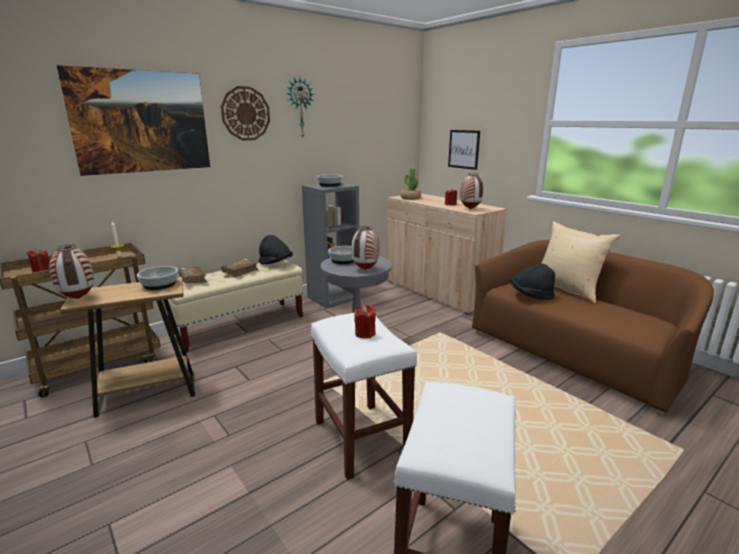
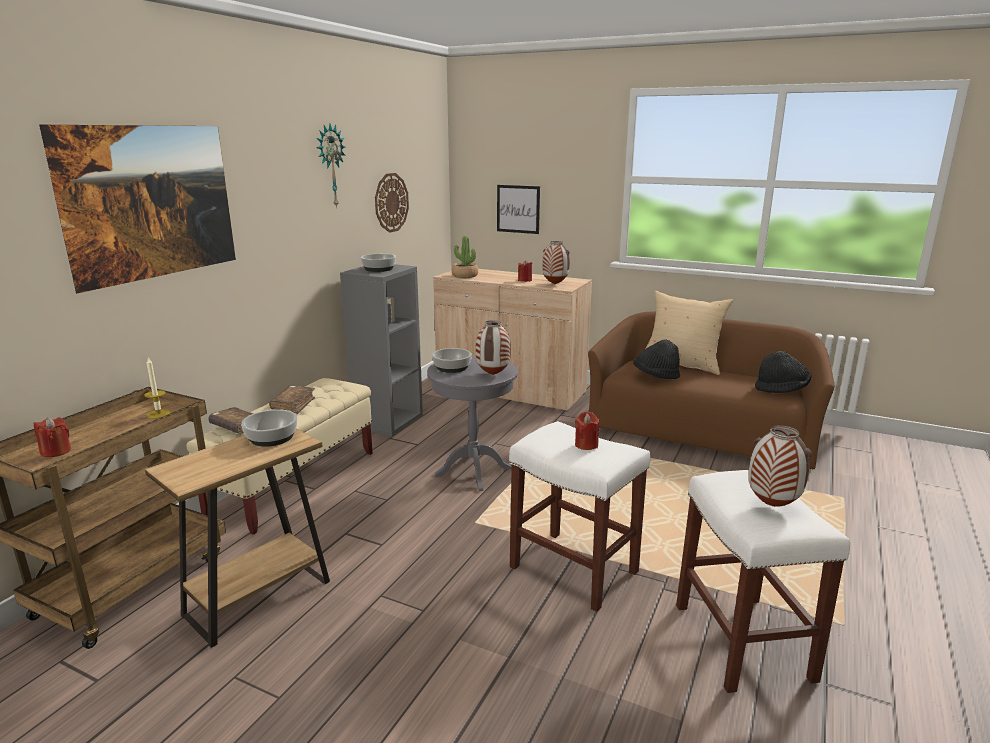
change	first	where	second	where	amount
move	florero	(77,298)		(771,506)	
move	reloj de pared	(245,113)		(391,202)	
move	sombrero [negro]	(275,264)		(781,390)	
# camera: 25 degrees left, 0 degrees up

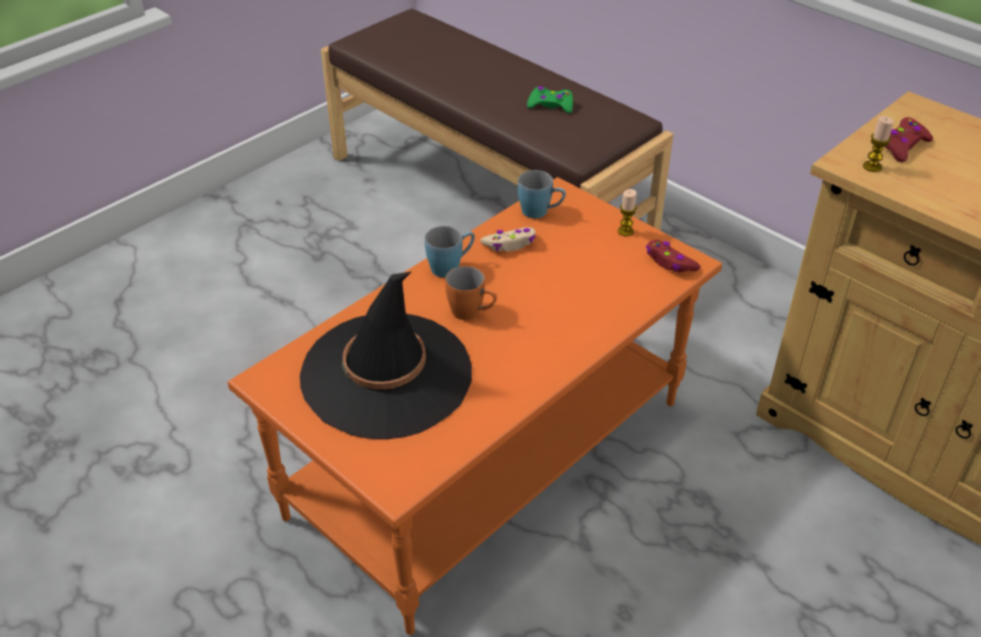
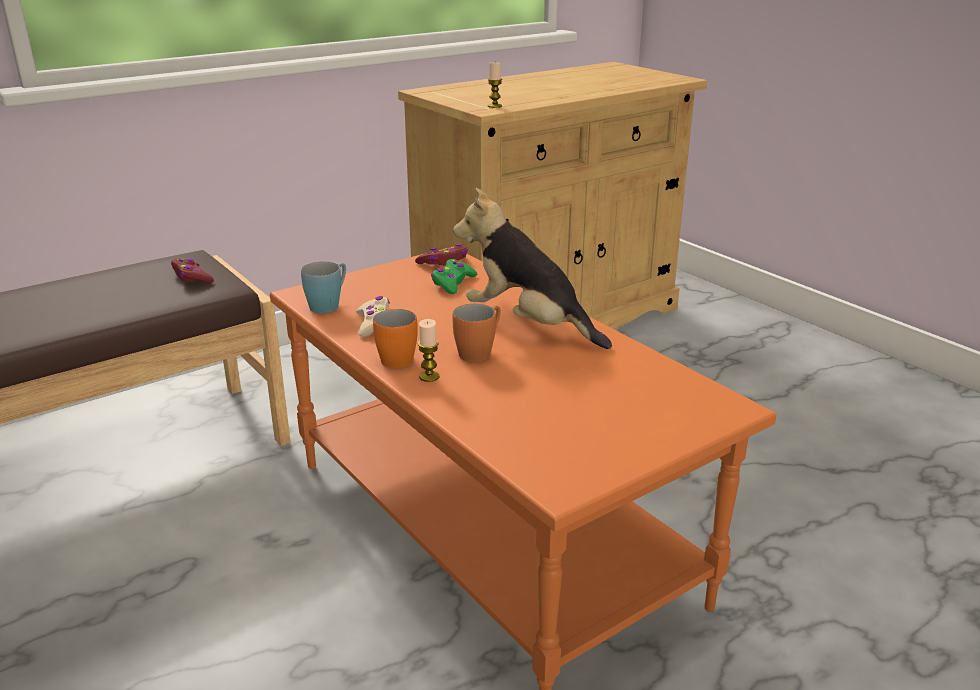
change	first	where	second	where	amount
delete	sombrero [negro]	(387,375)			
insert			peluche	(528,325)	
move	mando de consola [verde]	(551,105)		(453,283)	
move	vela	(625,231)		(429,377)	
move	mando de consola [rojo]	(903,146)		(192,277)	
recolor	taza grande [azul]	(451,266)	taza grande [naranja]	(395,356)	
# camera: 80 degrees left, 15 degrees down

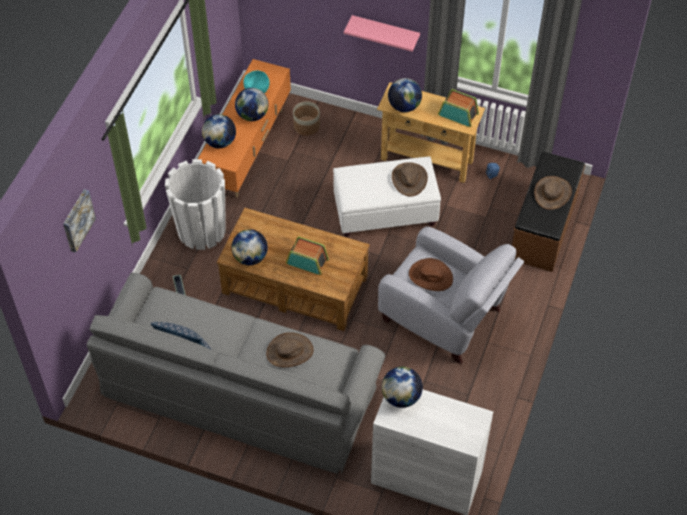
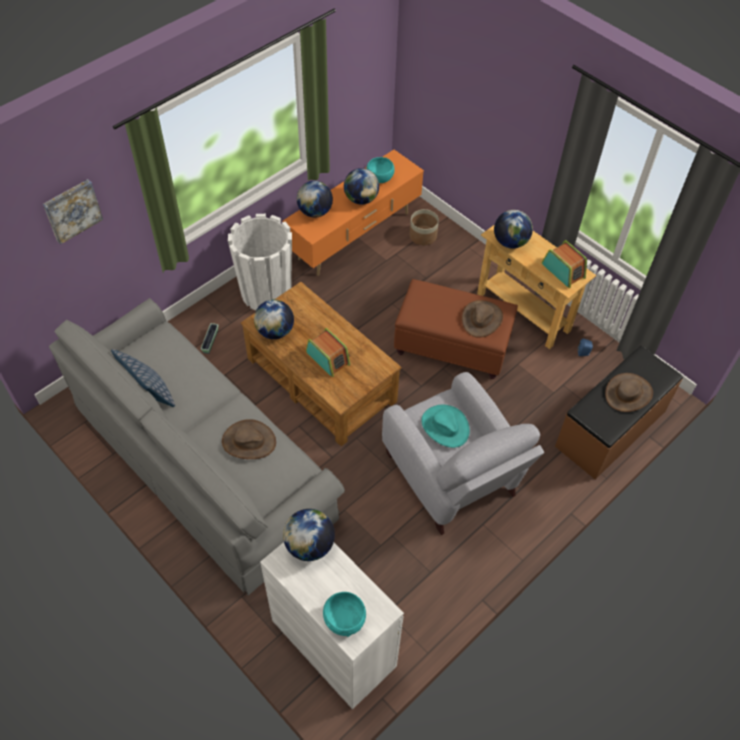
change	first	where	second	where	amount
delete	estante [rosa]	(385,33)			
insert			cuenco [turquesa]	(344,619)	
recolor	puf [blanco]	(386,212)	puf [marrón]	(452,346)	
recolor	sombrero [marrón]	(430,276)	sombrero [turquesa]	(445,426)	
# camera: 25 degrees right, 0 degrees up

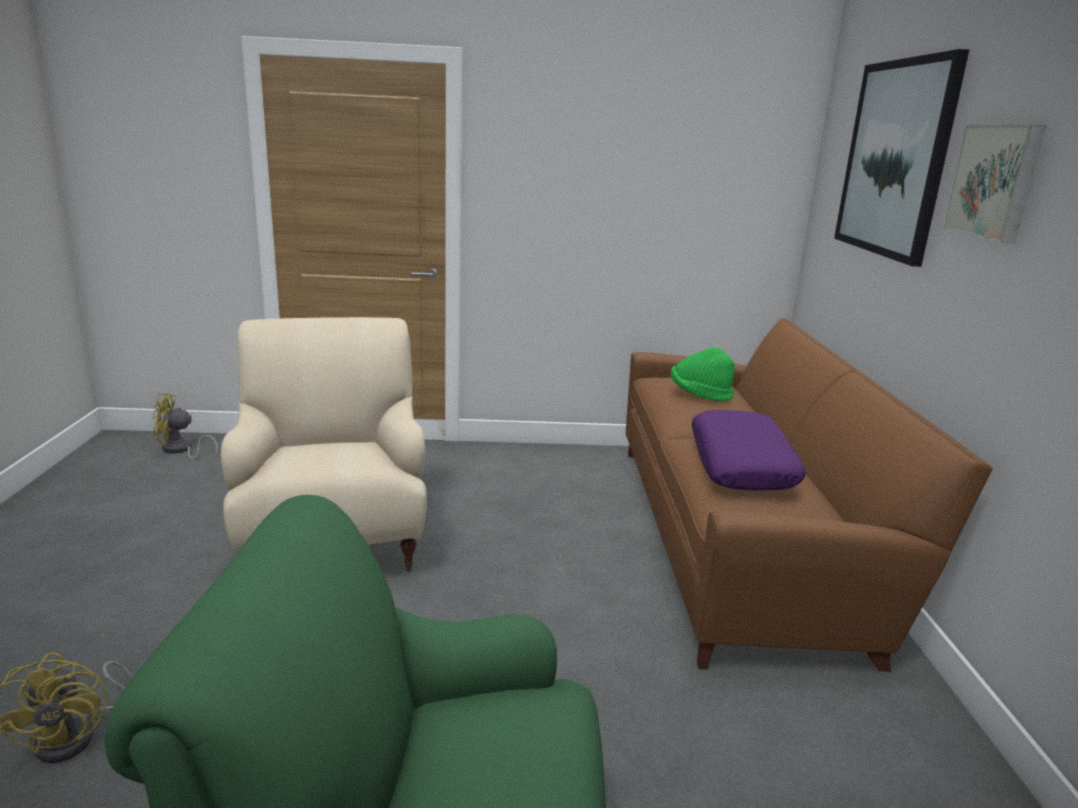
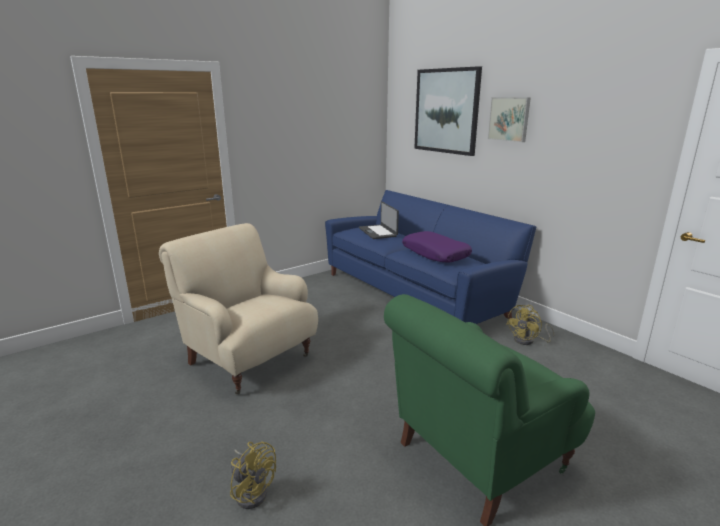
change	first	where	second	where	amount
move	ventilador [amarillo]	(180,450)		(528,341)	
replace	sombrero [verde]	(699,394)	portátil	(378,232)	
recolor	sofá [marrón]	(739,538)	sofá [azul]	(416,292)	
# camera: 35 degrees left, 0 degrees up

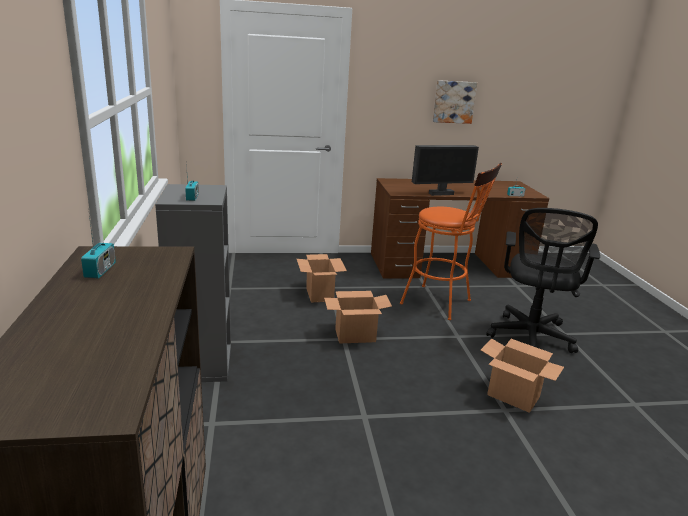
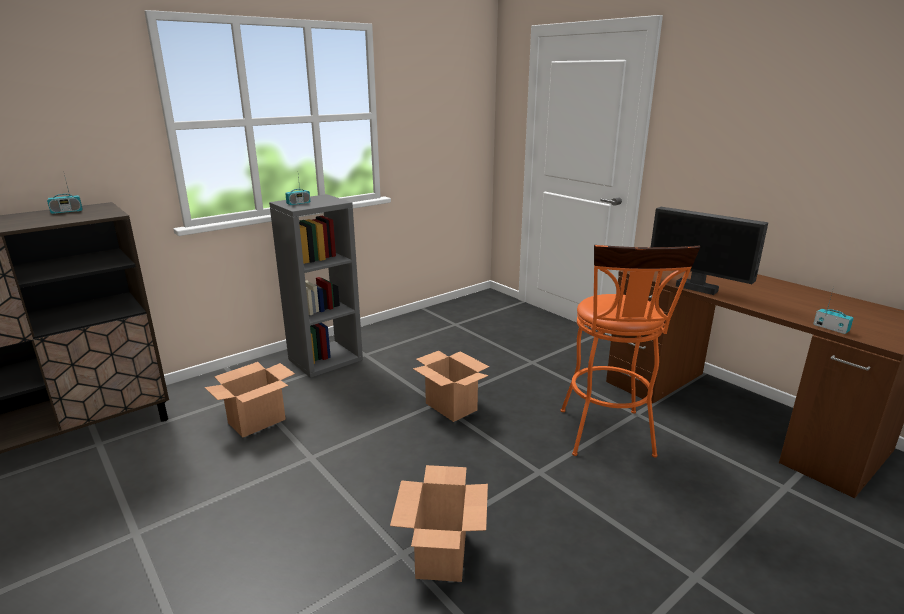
change	first	where	second	where	amount
delete	cuadro	(453,102)			
delete	silla de oficina [negro]	(530,338)			
move	caja de cartón	(319,294)		(257,421)	
# camera: 60 degrees right, 0 degrees up

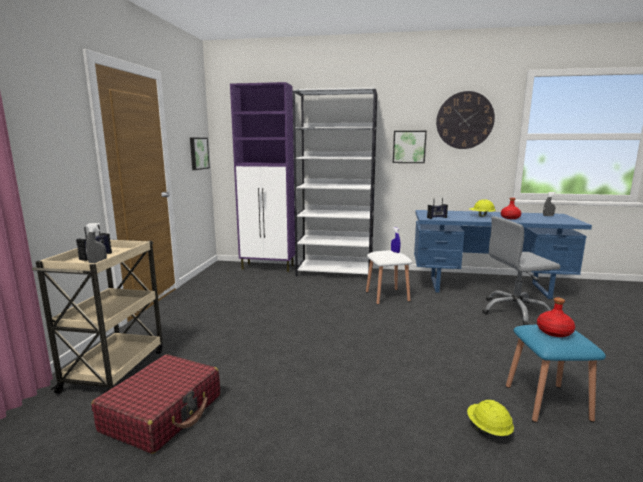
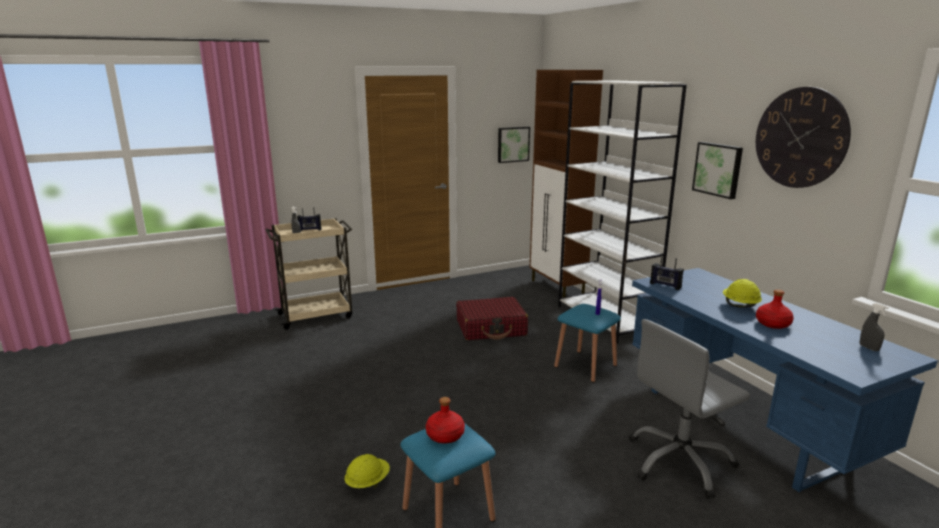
change	first	where	second	where	amount
move	maleta [rojo]	(163,413)		(491,328)	
recolor	armario [morado]	(268,267)	armario [marrón]	(557,288)	
recolor	taburete [blanco]	(387,296)	taburete [azul]	(585,366)	
rotate	silla de oficina [gris]	(515,312)		(679,462)	75 degrees counterclockwise
# camera: 55 degrees right, 5 degrees up

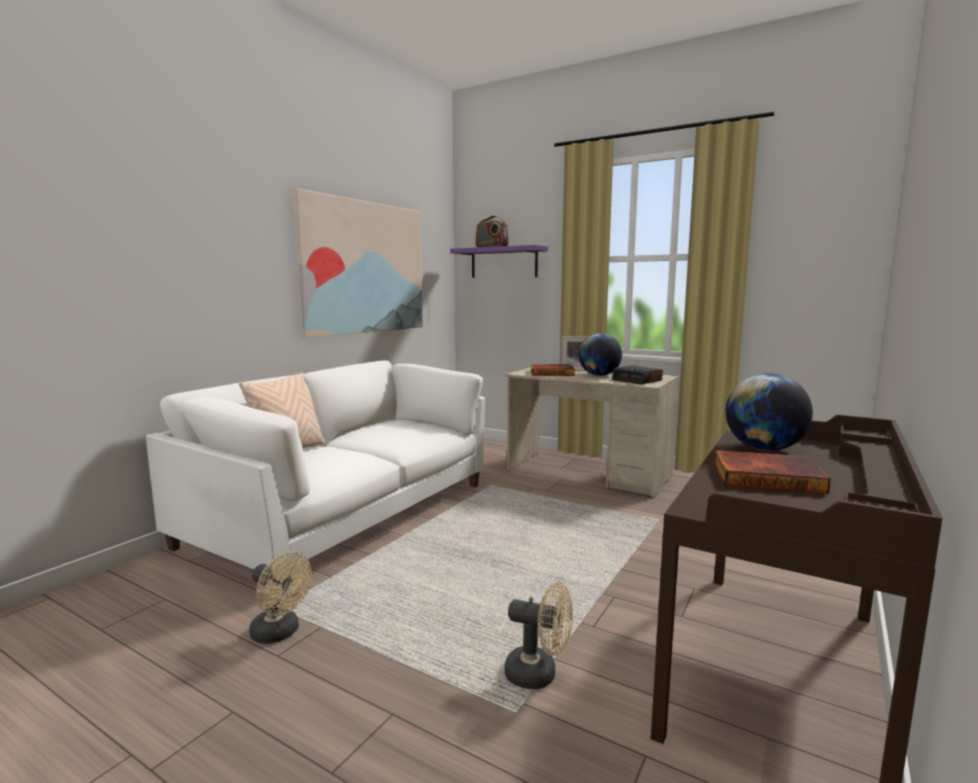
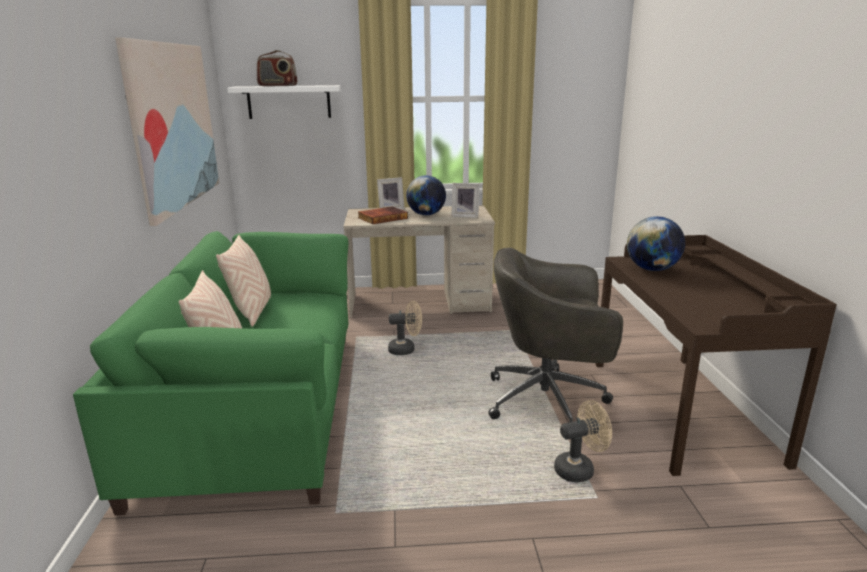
change	first	where	second	where	amount
delete	libro	(767,477)			
insert			cojín [beis]	(252,311)	
insert			silla de oficina [gris]	(549,400)	
move	ventilador [beis]	(280,633)		(406,349)	
replace	despertador	(637,380)	portarretratos	(465,216)	
recolor	sofá [blanco]	(346,513)	sofá [verde]	(260,407)	
recolor	estante [morado]	(504,263)	estante [blanco]	(289,102)	
# camera: 35 degrees left, 10 degrees up

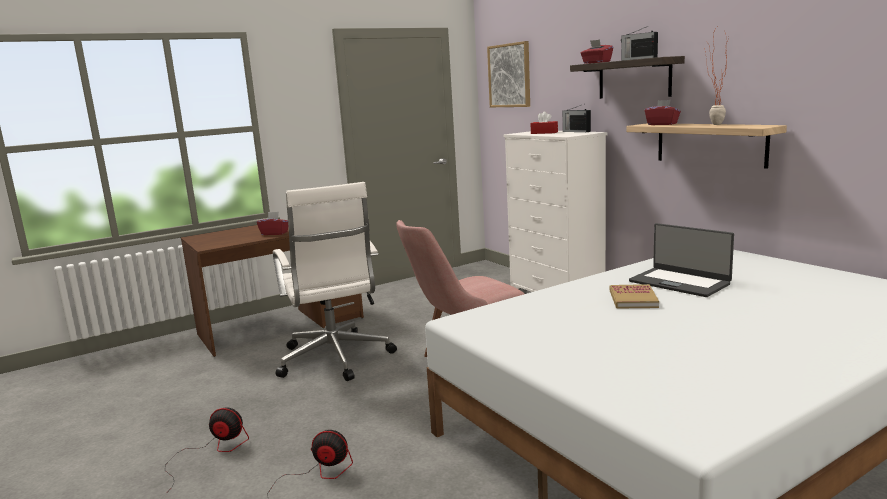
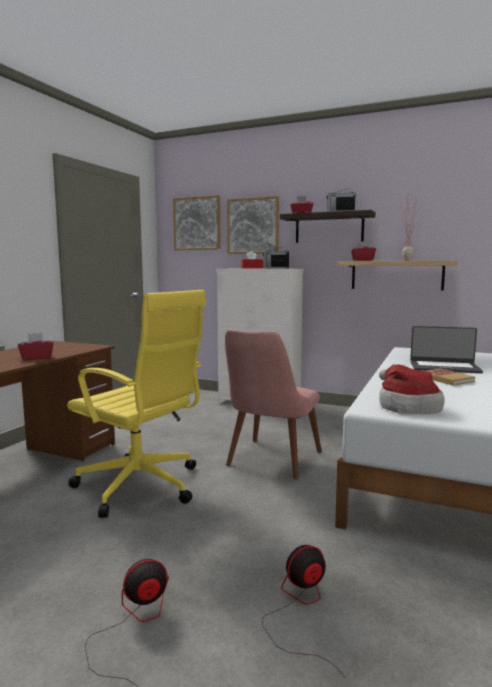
change	first	where	second	where	amount
insert			cuadro	(253,226)	
insert			sombrero	(406,406)	
recolor	silla de oficina [blanco]	(335,359)	silla de oficina [amarillo]	(141,487)	
# camera: 35 degrees left, 5 degrees down

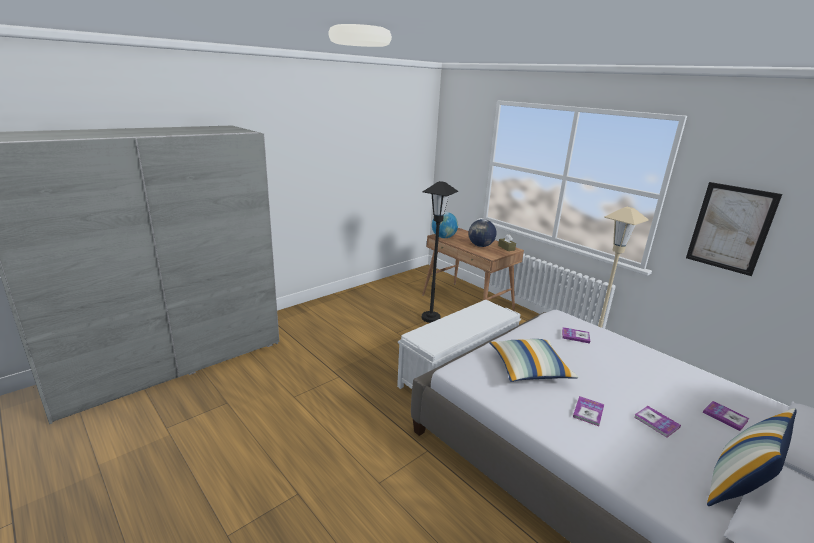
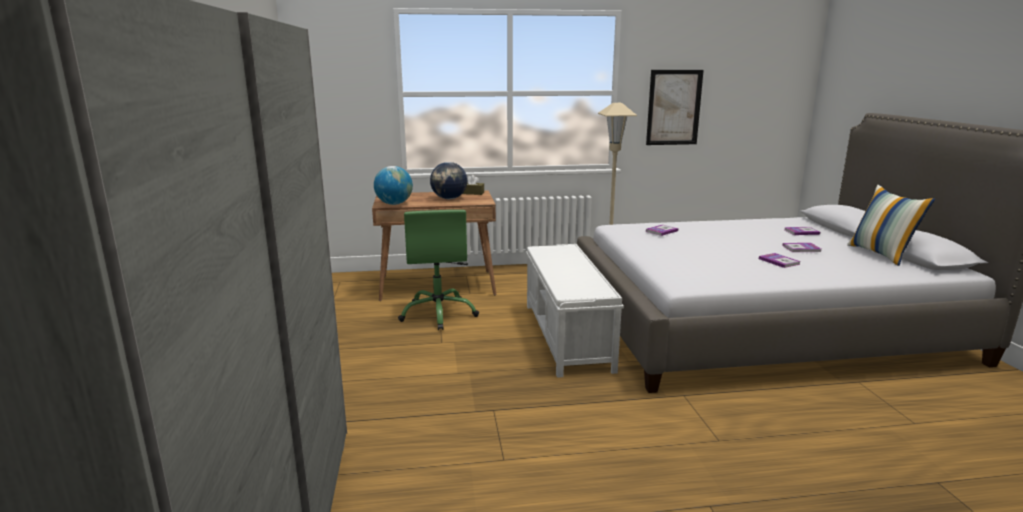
change	first	where	second	where	amount
delete	cojín	(529,369)			
replace	lámpara de pie [negro]	(430,318)	silla de oficina [verde]	(439,313)	
# camera: 55 degrees left, 5 degrees down

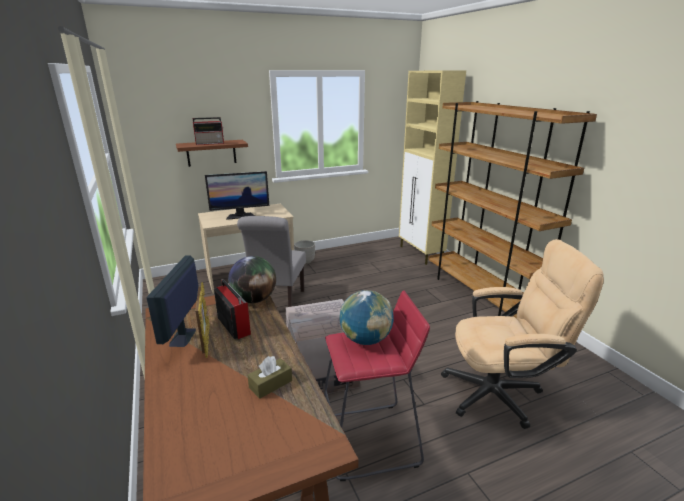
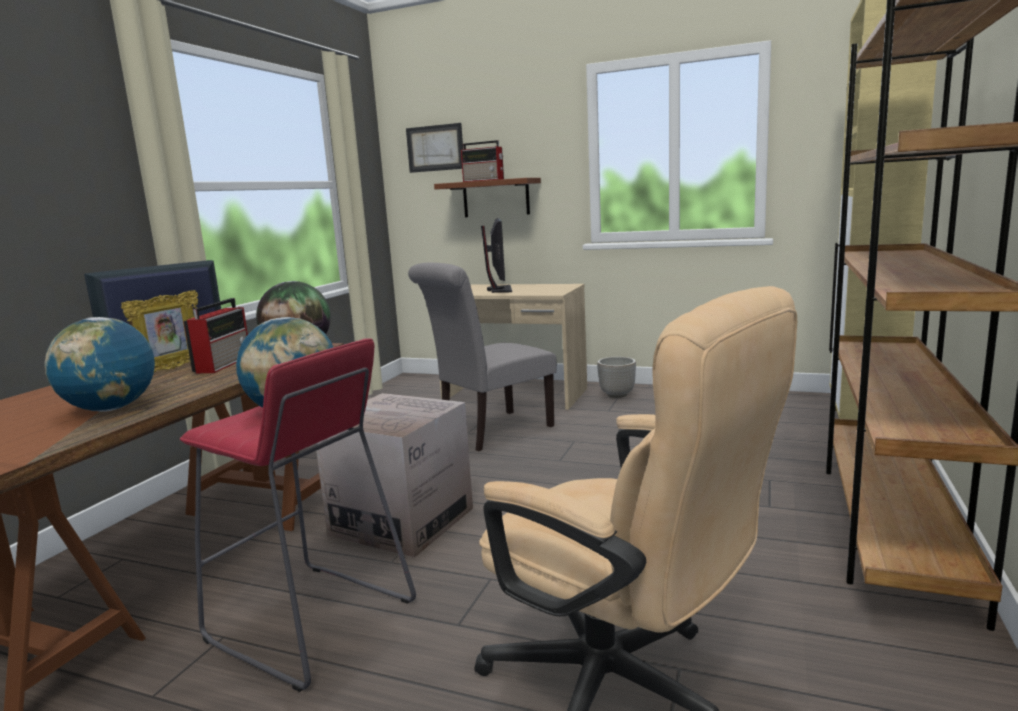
change	first	where	second	where	amount
insert			cuadro	(435,148)	
replace	caja de pañuelos [marrón]	(270,384)	globo terráqueo	(111,409)	
rotate	monitor	(240,216)		(499,289)	120 degrees counterclockwise
# camera: 45 degrees right, 10 degrees down

